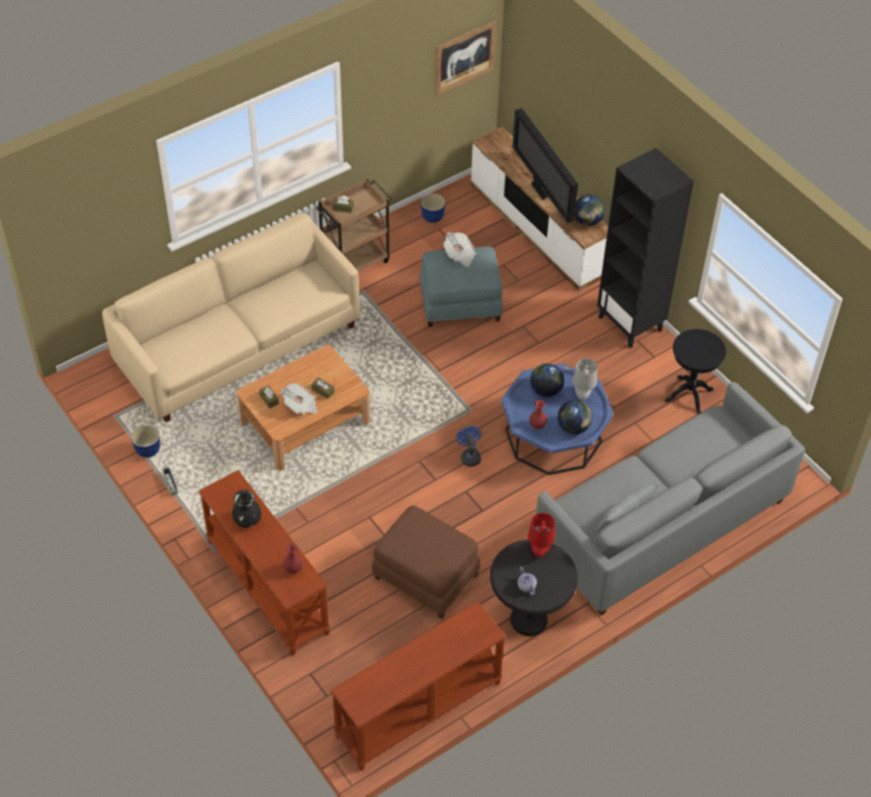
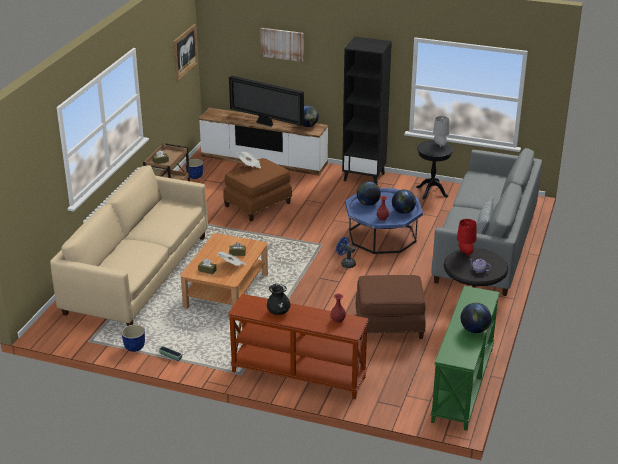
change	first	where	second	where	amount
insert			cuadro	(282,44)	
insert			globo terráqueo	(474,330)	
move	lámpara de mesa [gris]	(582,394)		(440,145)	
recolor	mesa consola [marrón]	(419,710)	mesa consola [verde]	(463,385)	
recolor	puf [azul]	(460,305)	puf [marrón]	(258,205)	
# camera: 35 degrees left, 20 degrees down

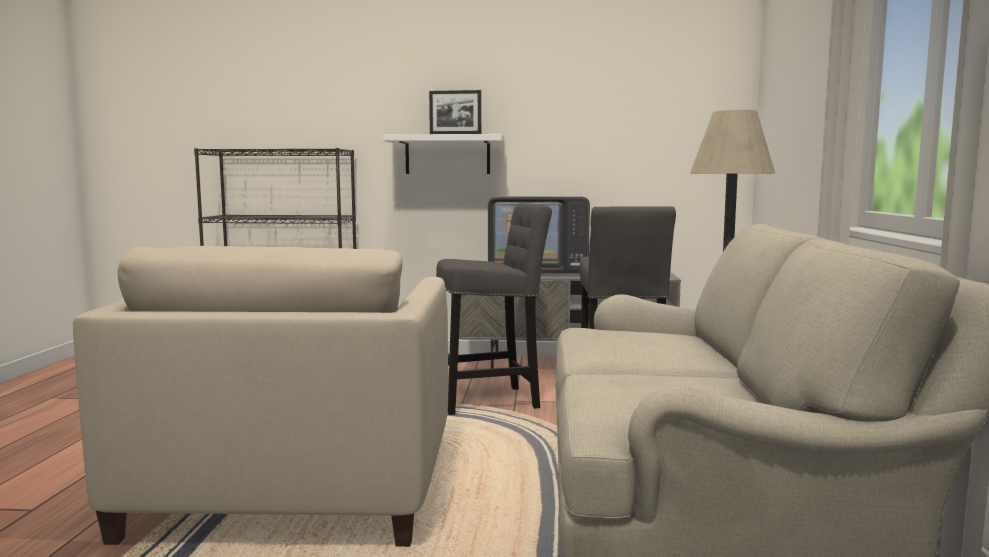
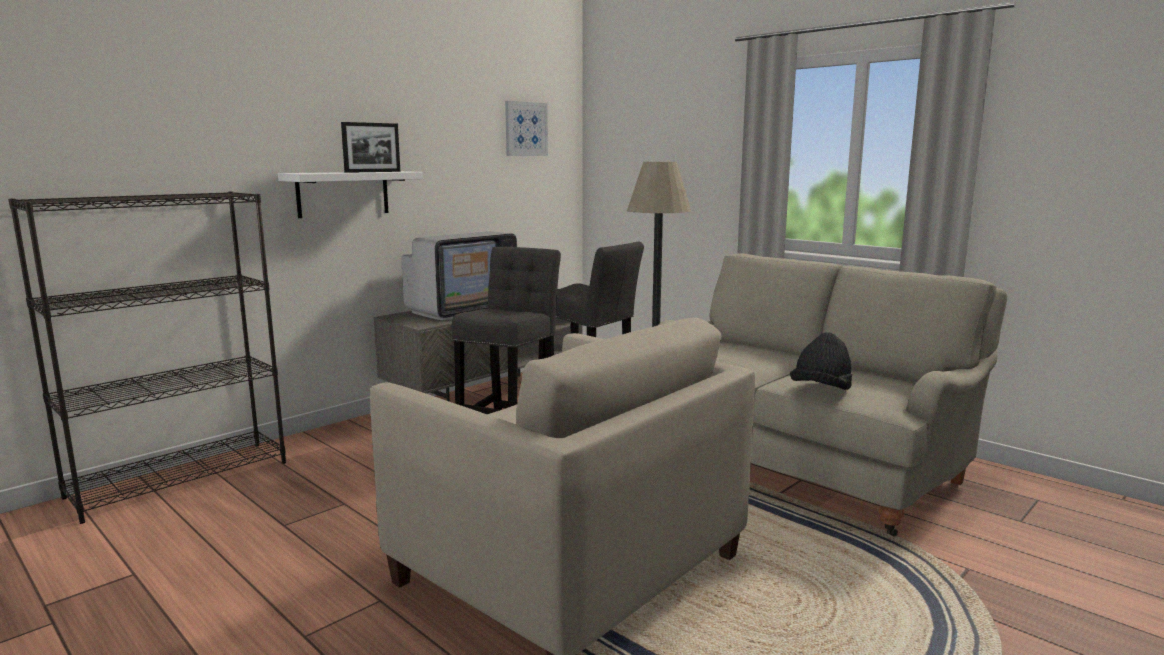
change	first	where	second	where	amount
insert			cuadro	(525,129)	
insert			sombrero [negro]	(821,390)	
# camera: 50 degrees left, 5 degrees up

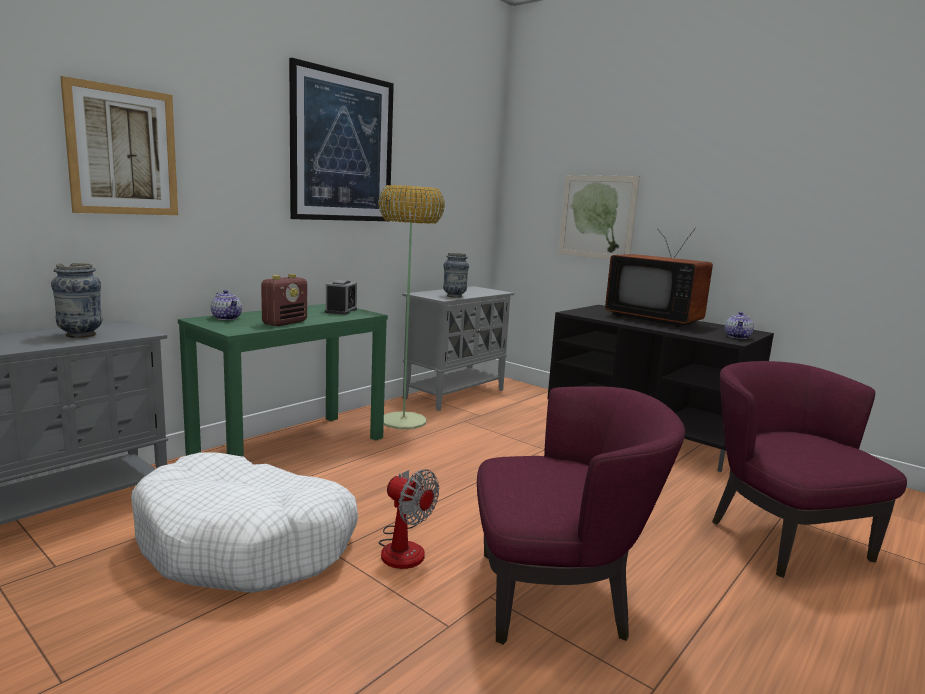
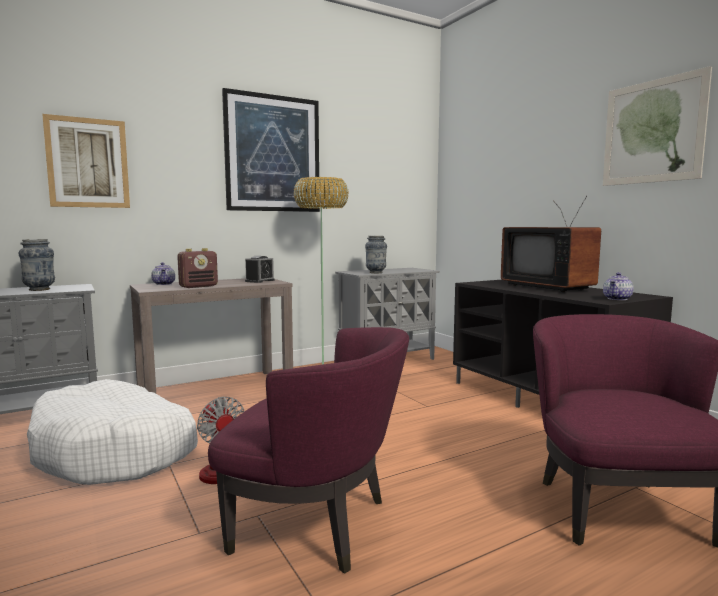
change	first	where	second	where	amount
move	cuadro	(597,217)		(652,132)	
recolor	mesa consola [verde]	(291,447)	mesa consola [marrón]	(216,389)	
# camera: 20 degrees right, 5 degrees down

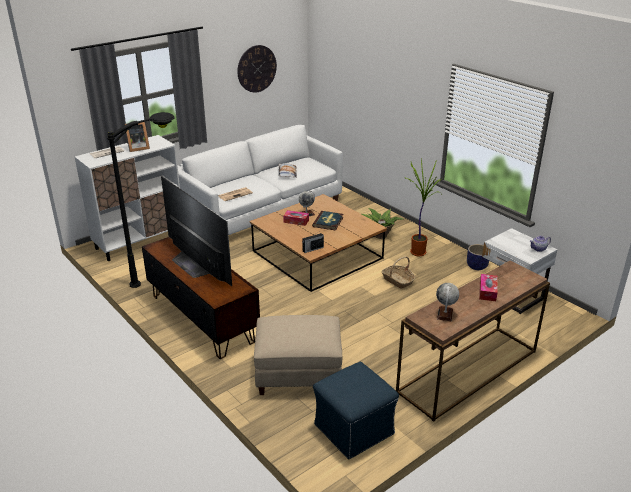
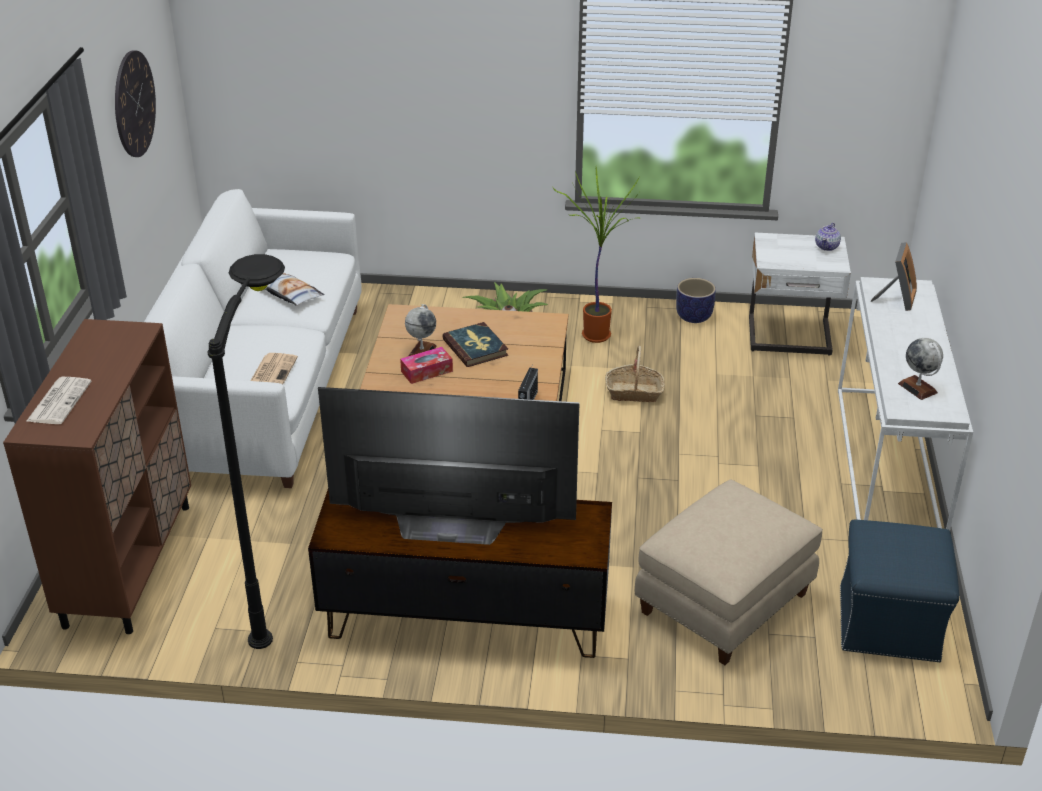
change	first	where	second	where	amount
delete	caja de pañuelos	(487,291)			
move	portarretratos	(137,148)		(896,299)	
recolor	armario [blanco]	(140,241)	armario [marrón]	(128,564)	
recolor	mesa consola [marrón]	(468,372)	mesa consola [blanco]	(889,466)	
# camera: 45 degrees left, 5 degrees up

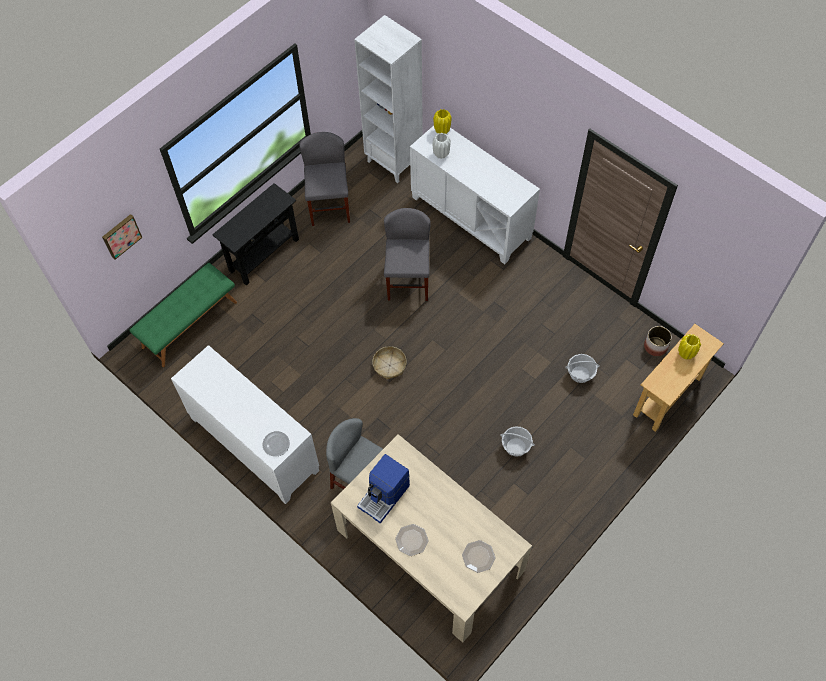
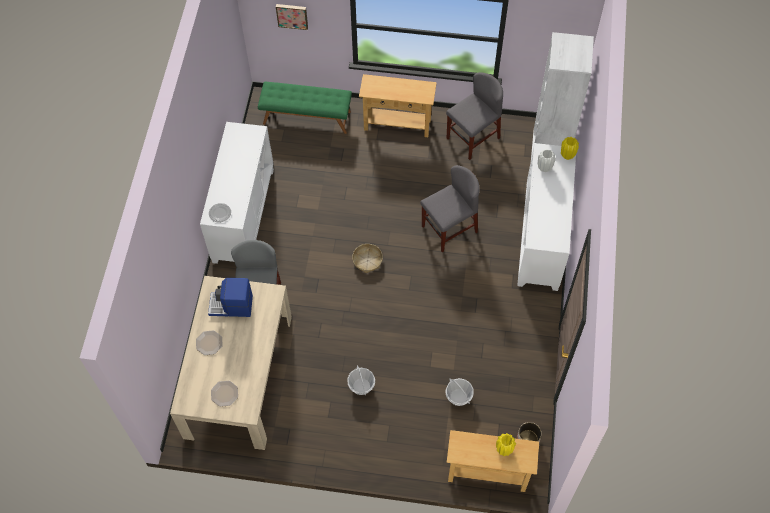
change	first	where	second	where	amount
recolor	mesa consola [negro]	(264,255)	mesa consola [beis]	(397,124)	
# camera: 55 degrees right, 0 degrees up

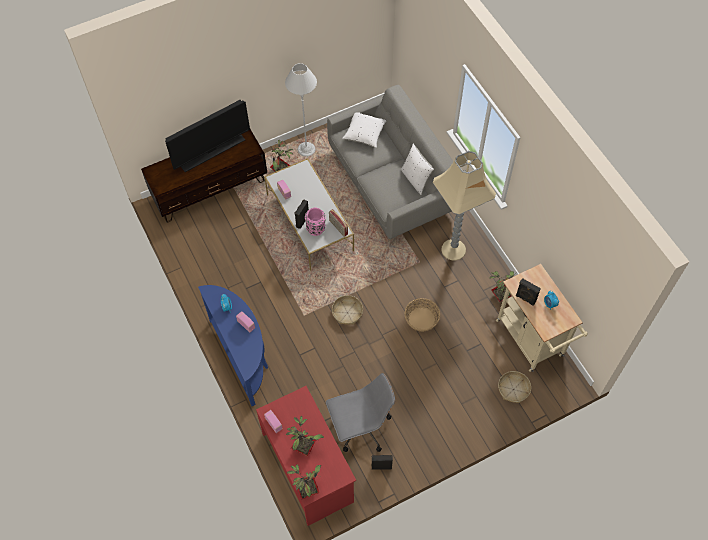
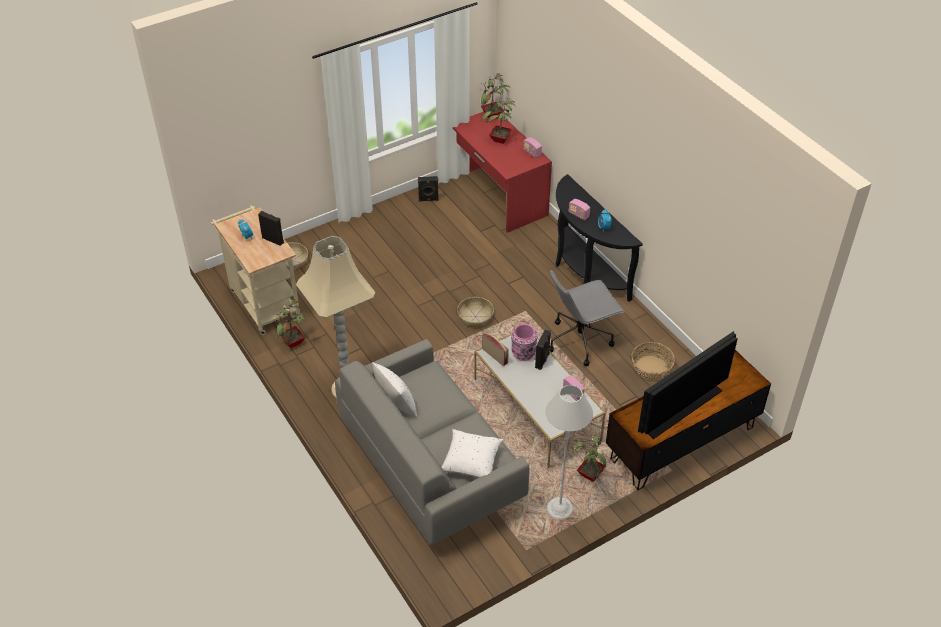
change	first	where	second	where	amount
move	silla de oficina [gris]	(360,428)		(580,340)	
move	cesta	(421,319)		(651,368)	
recolor	mesa consola [azul]	(243,356)	mesa consola [negro]	(584,272)	
# camera: 175 degrees right, 15 degrees down

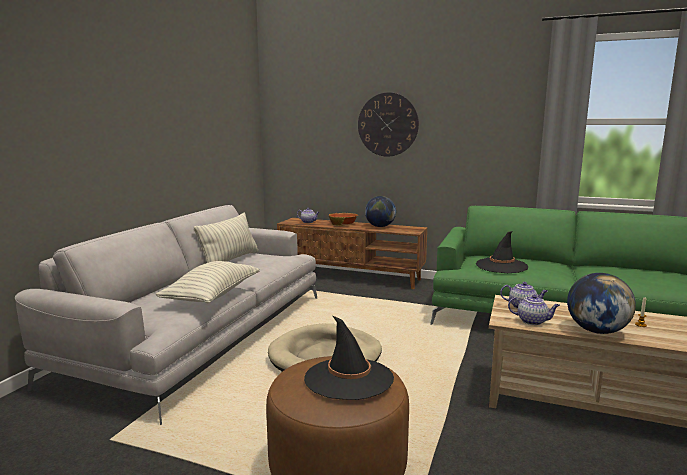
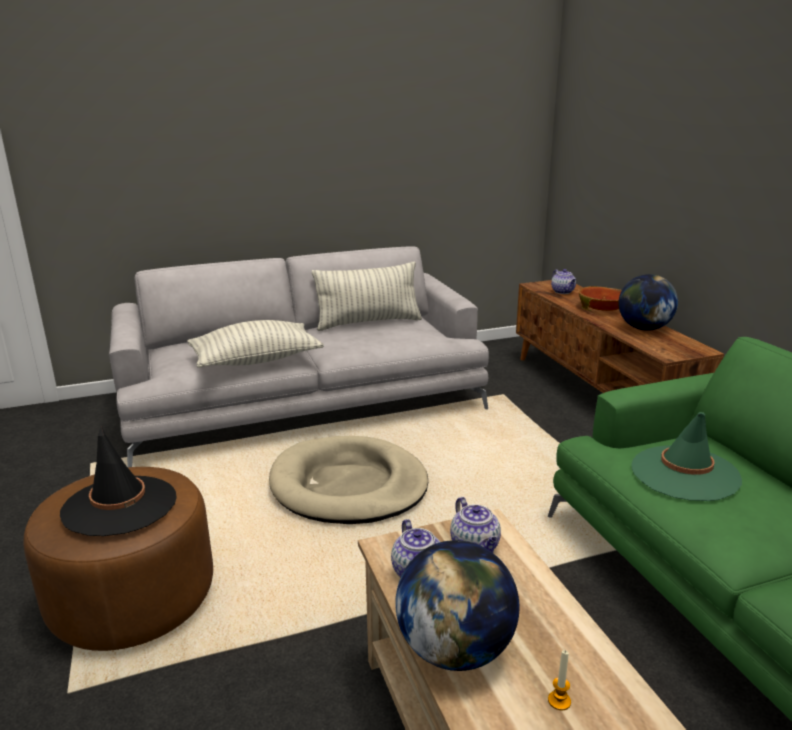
change	first	where	second	where	amount
delete	reloj de pared	(387,124)			
recolor	sombrero [negro]	(501,266)	sombrero [verde]	(684,473)	
# camera: 50 degrees right, 10 degrees up

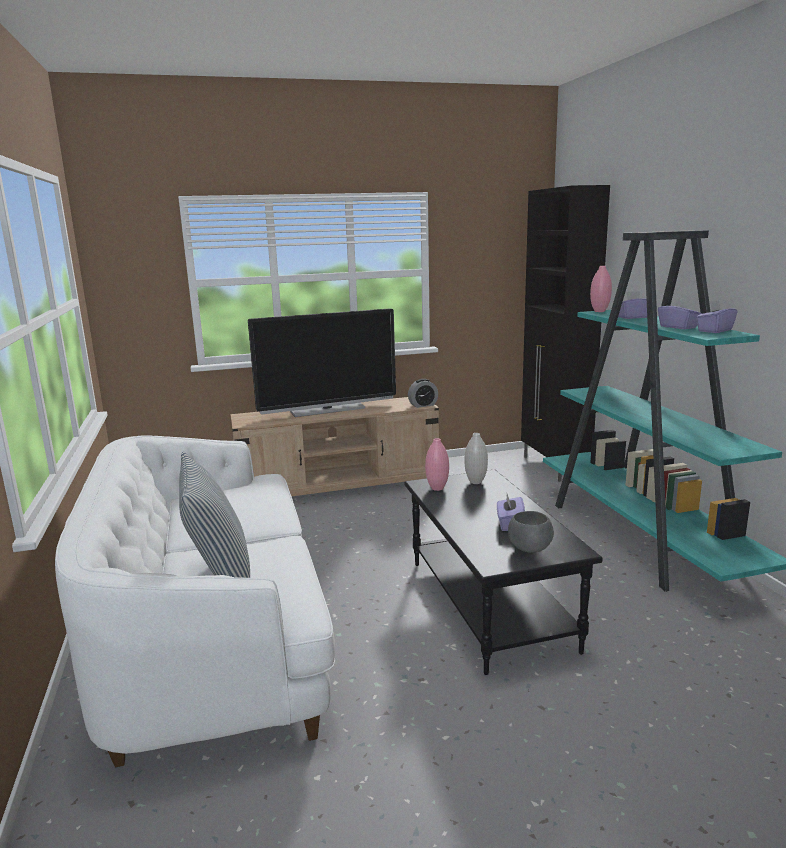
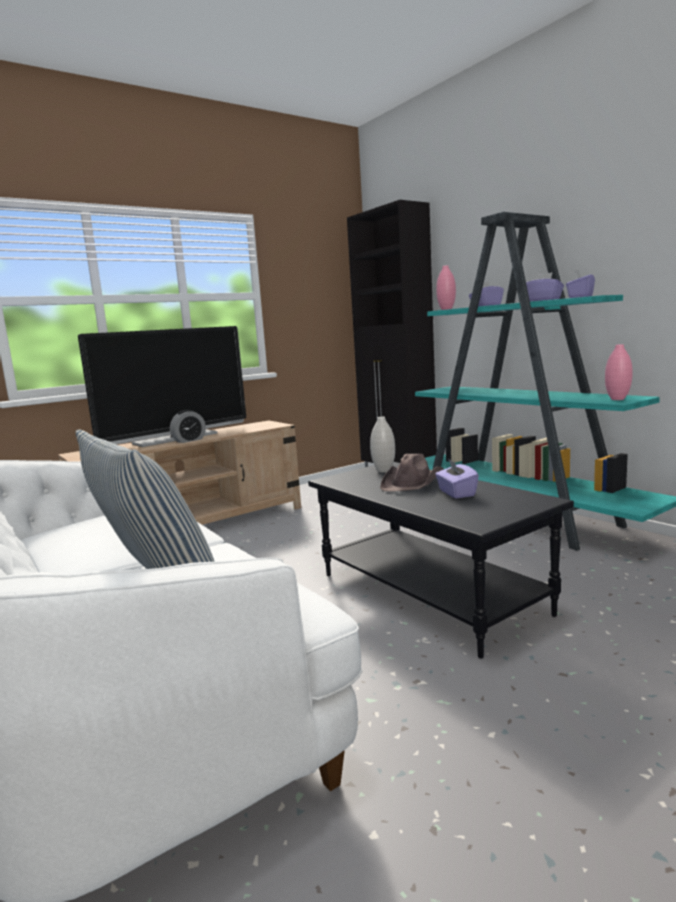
change	first	where	second	where	amount
delete	cuenco [gris]	(530,548)			
insert			sombrero [marrón]	(413,482)	
move	despertador	(423,405)		(189,440)	
move	florero [rosa]	(437,488)		(617,399)	
# camera: 20 degrees left, 5 degrees down

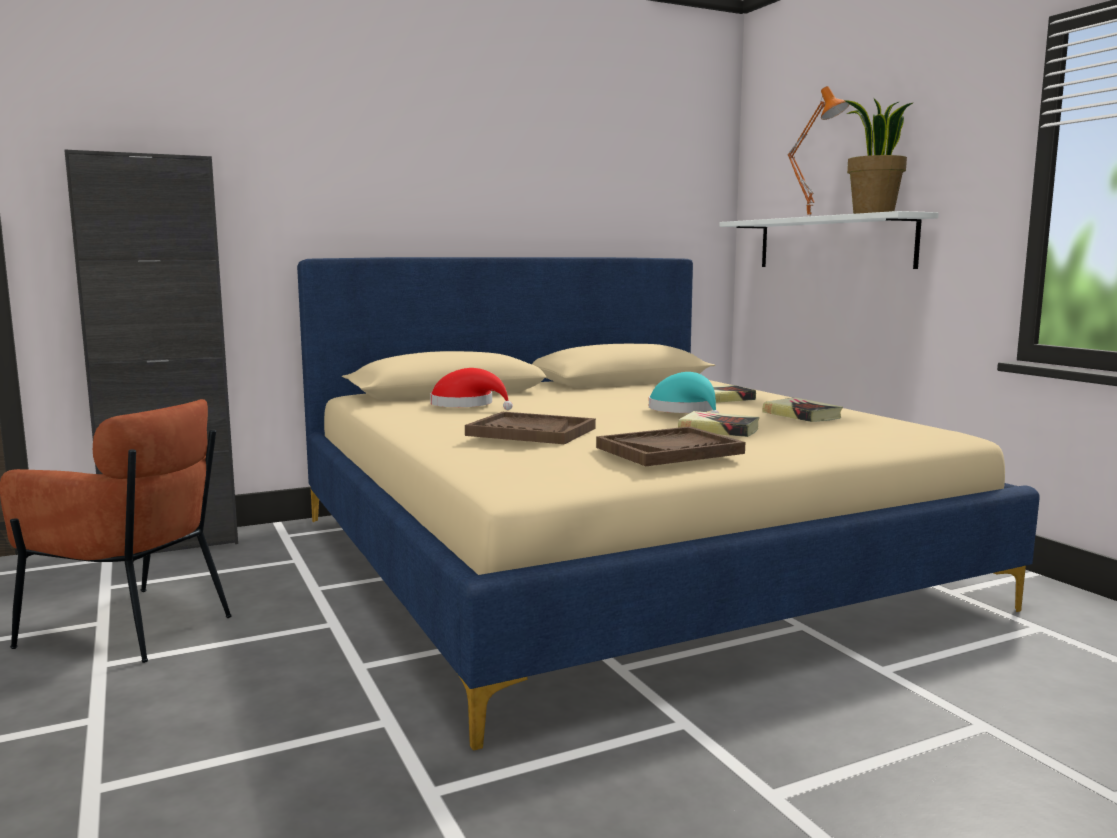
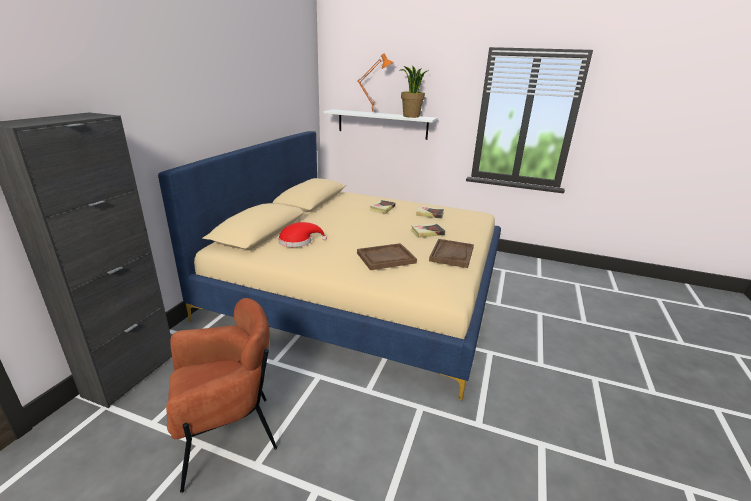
change	first	where	second	where	amount
delete	sombrero [turquesa]	(685,411)			
# camera: 45 degrees left, 15 degrees up

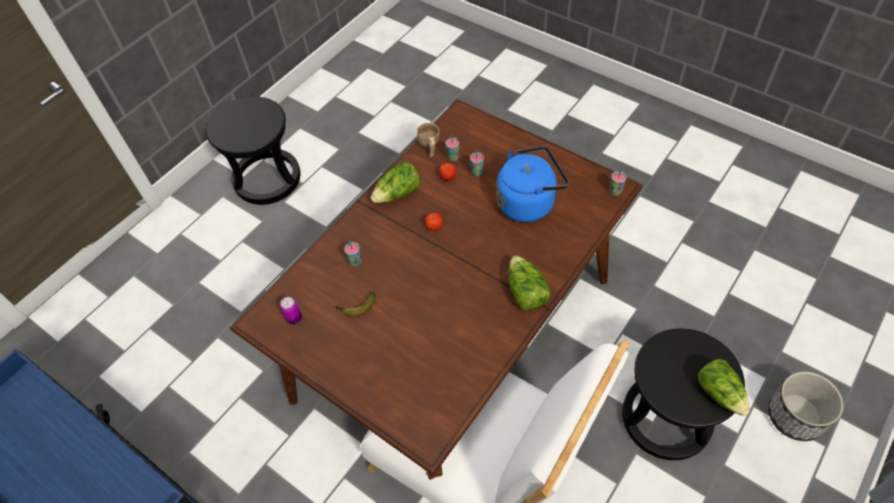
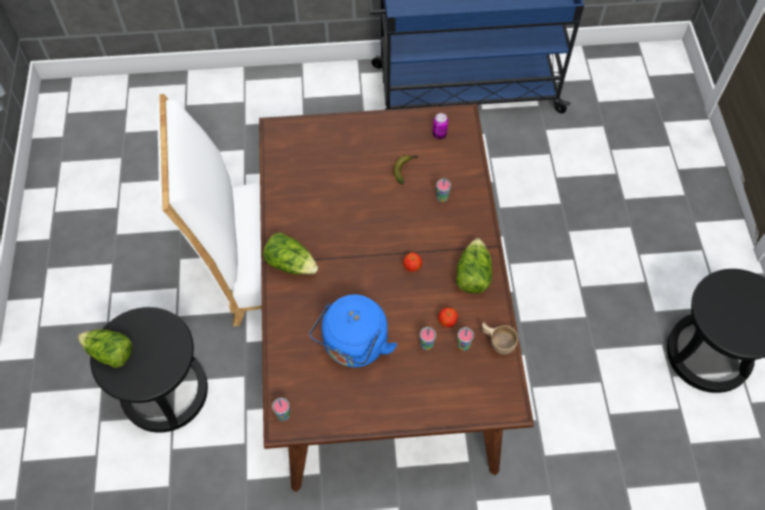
change	first	where	second	where	amount
delete	maceta	(795,416)			
# camera: 135 degrees right, 5 degrees up

